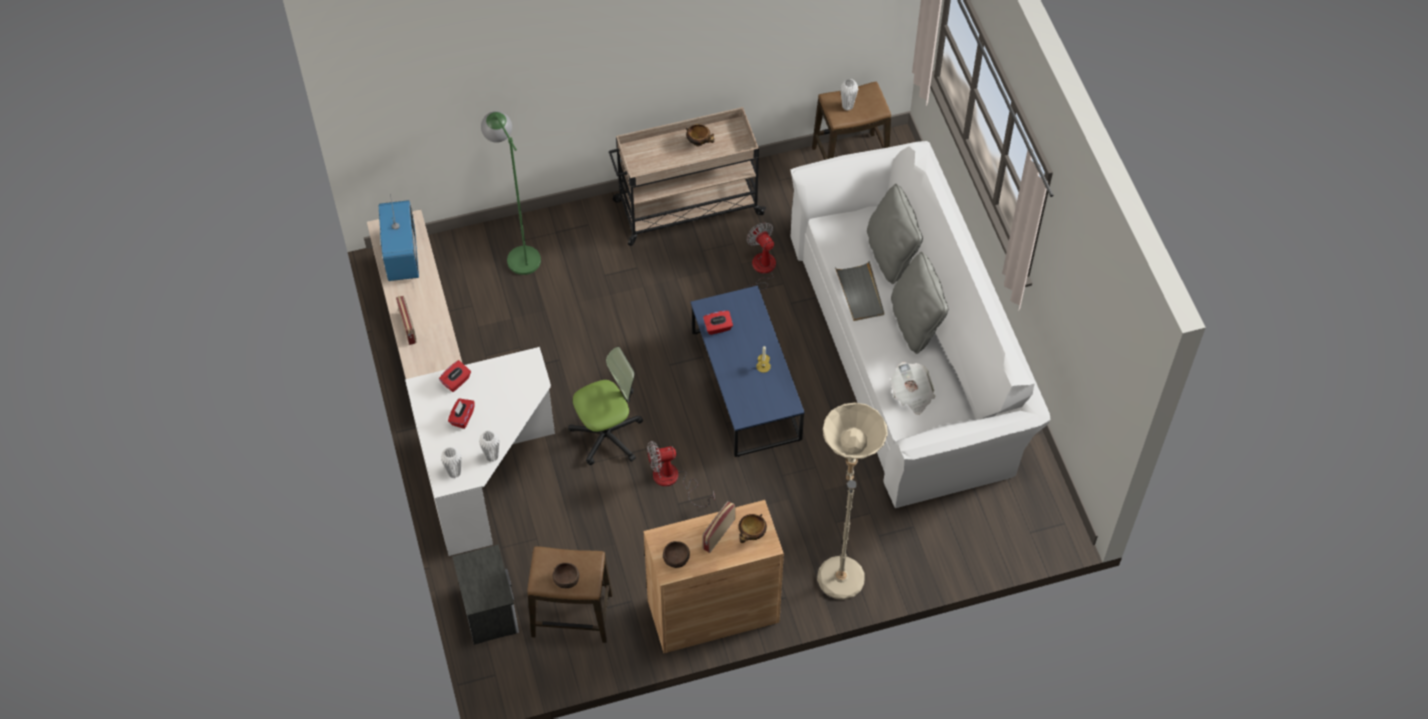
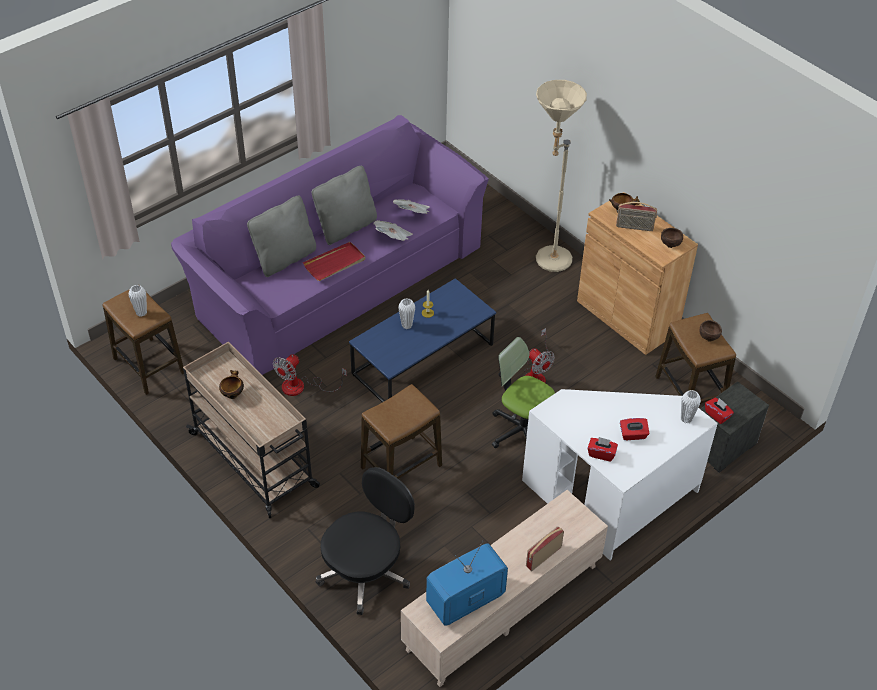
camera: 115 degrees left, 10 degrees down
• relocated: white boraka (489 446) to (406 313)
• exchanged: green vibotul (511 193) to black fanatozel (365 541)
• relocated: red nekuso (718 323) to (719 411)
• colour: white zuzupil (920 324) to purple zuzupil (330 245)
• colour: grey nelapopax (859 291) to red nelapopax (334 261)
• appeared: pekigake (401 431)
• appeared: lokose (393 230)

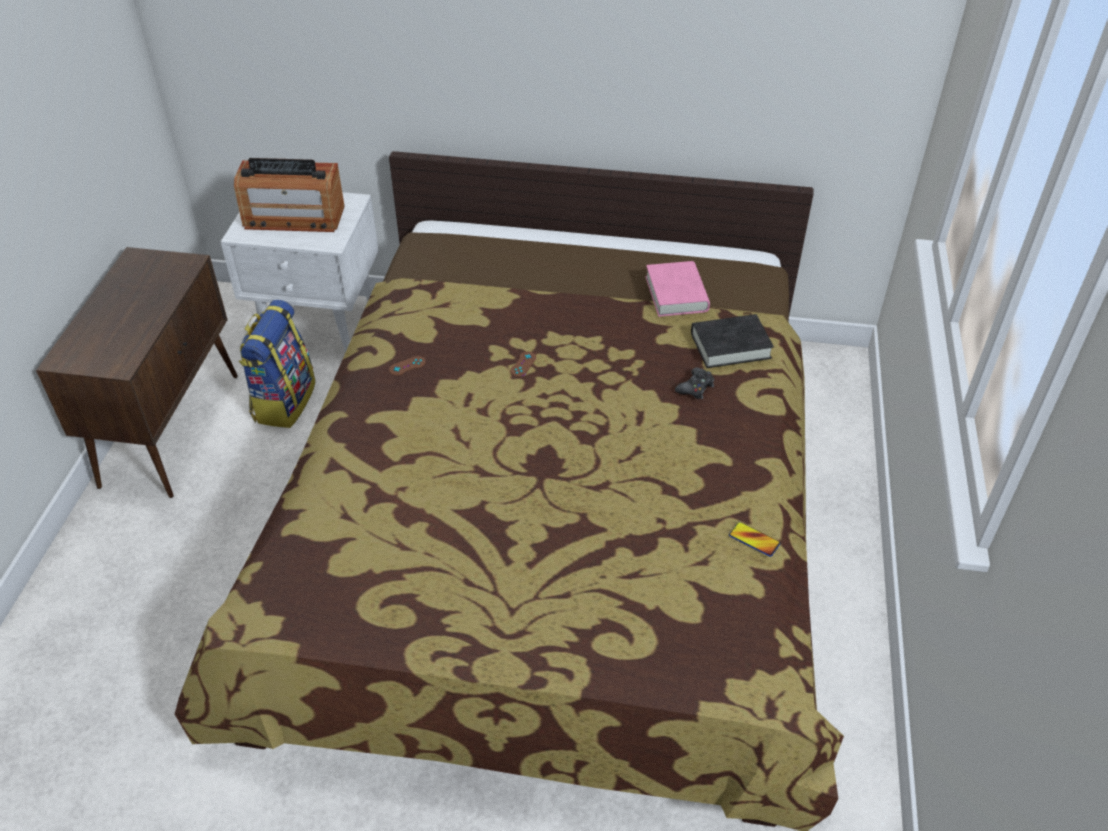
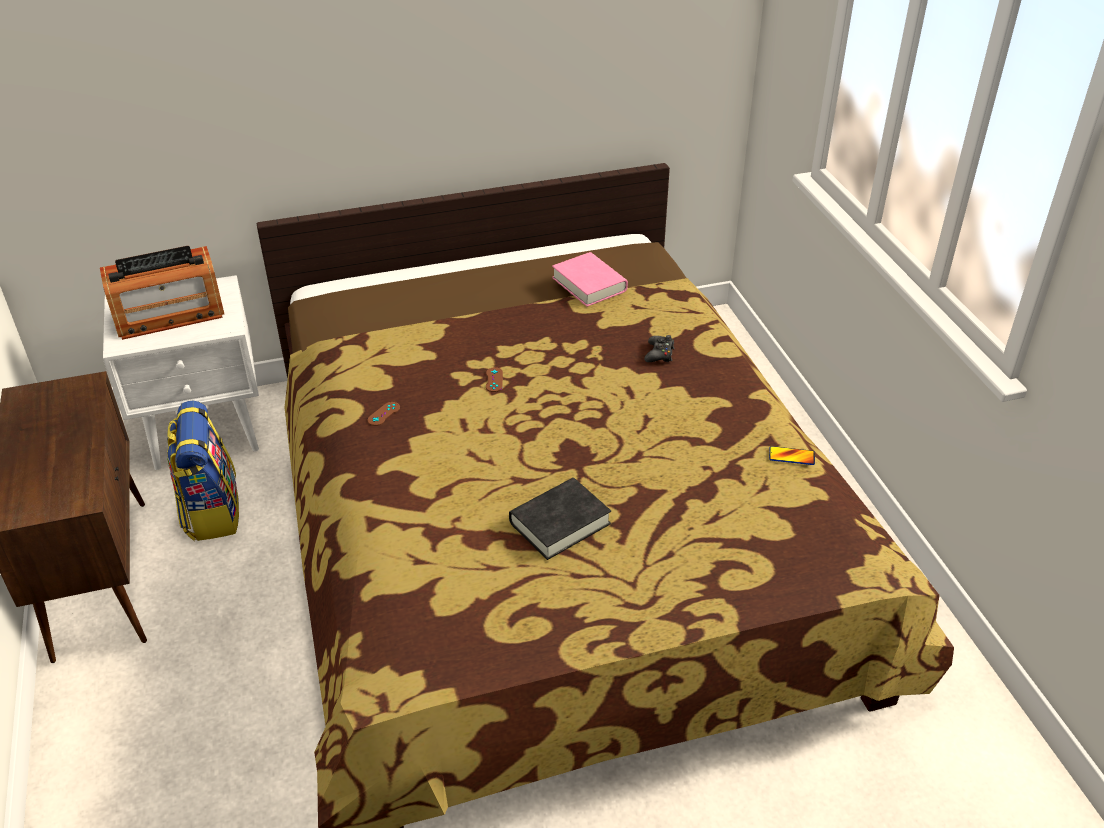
camera: 25 degrees left, 5 degrees down
• relocated: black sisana (732 341) to (560 519)

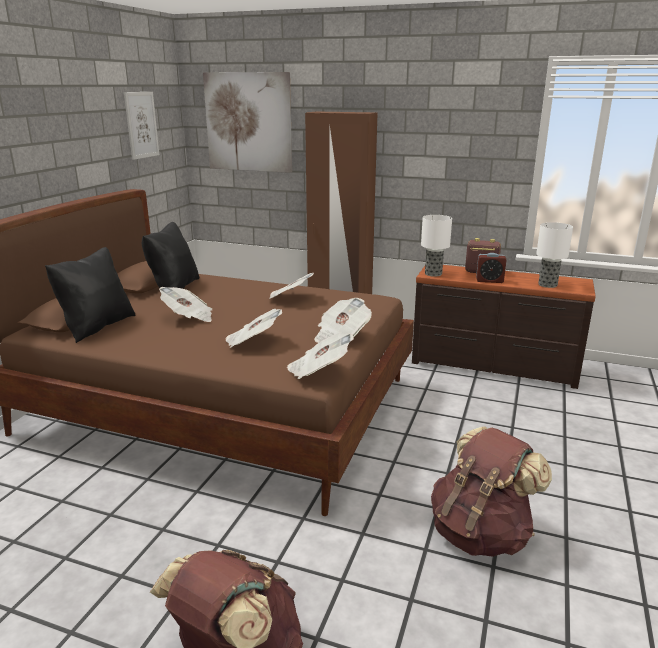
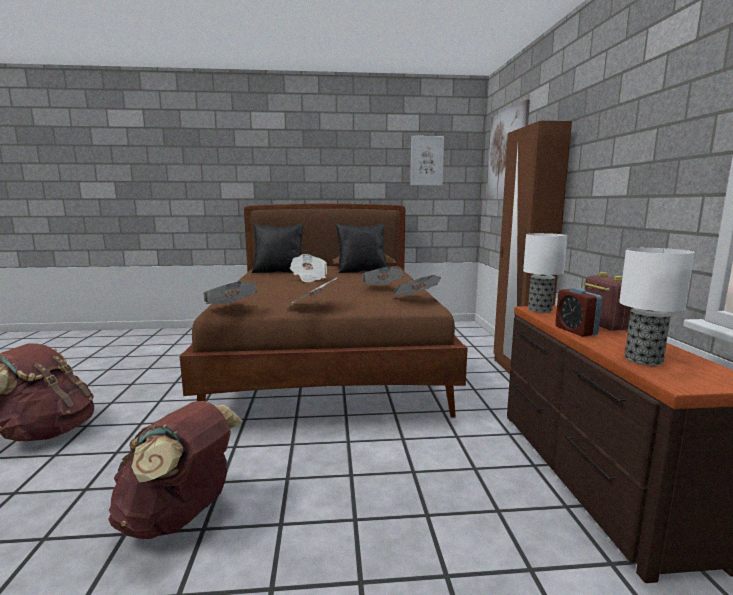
camera: 65 degrees right, 10 degrees down
• relocated: lokose (253 328) to (416 285)

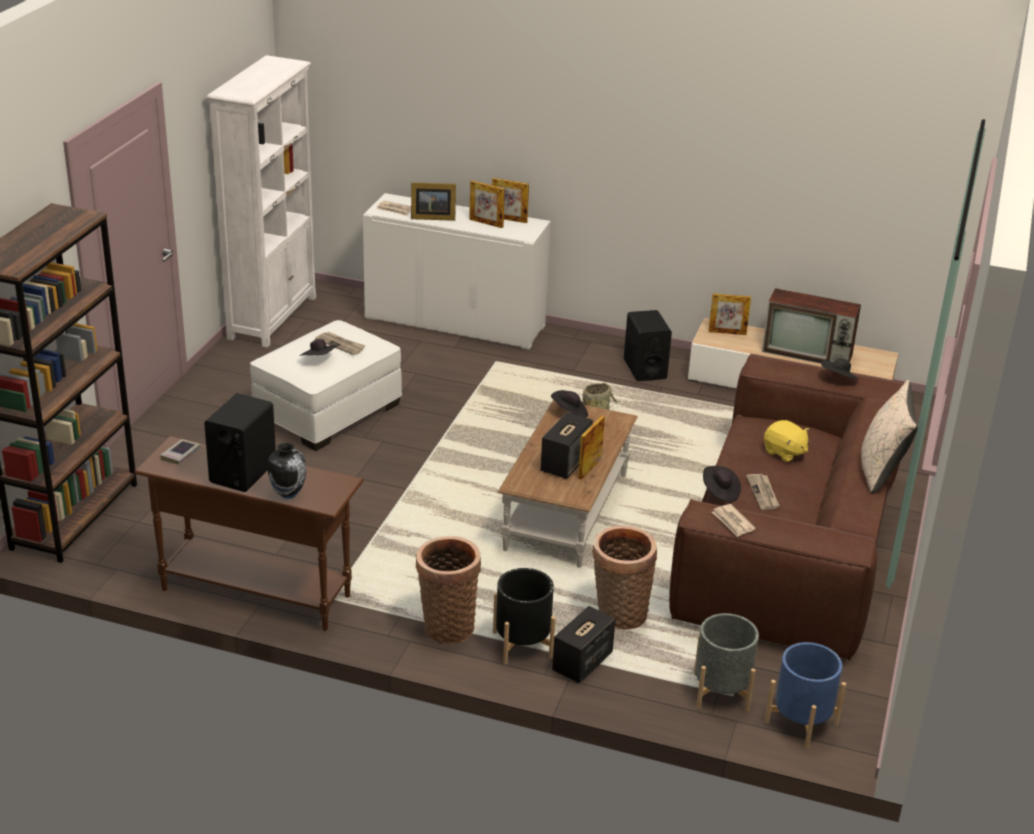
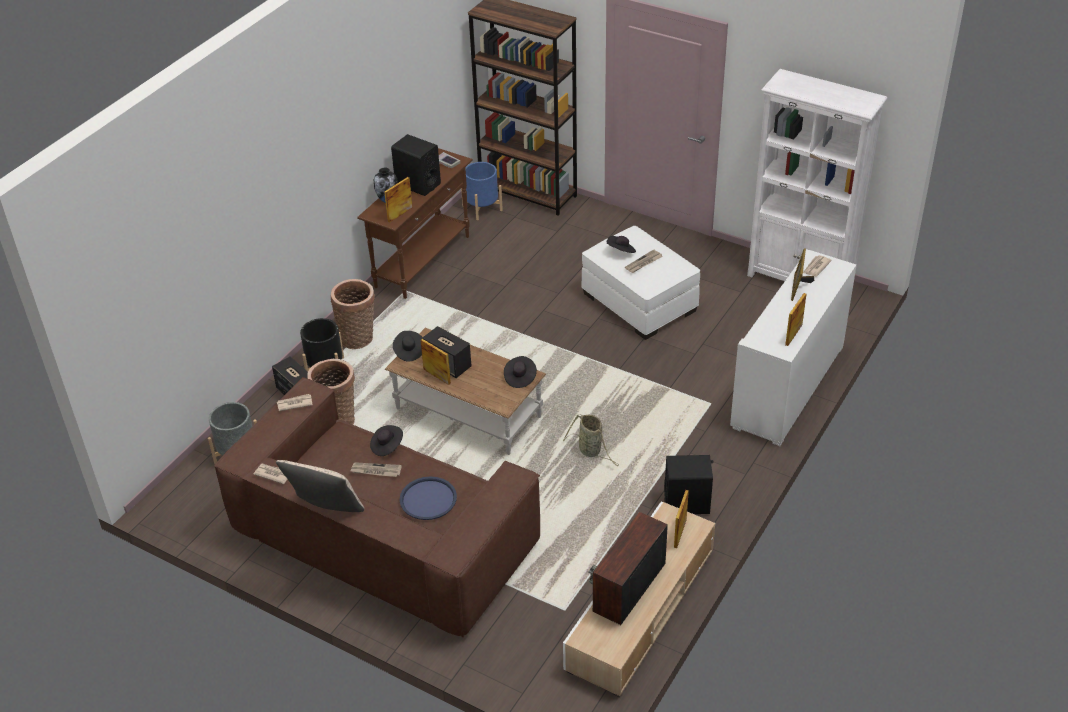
camera: 105 degrees right, 10 degrees up
• relocated: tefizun (487 204) to (398 199)
• exchanged: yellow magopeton (786 441) to blue nelapopax (428 498)
• relocated: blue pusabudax (805 695) to (482 191)
• relocated: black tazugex (840 369) to (408 346)
• appeared: lokose (270 473)

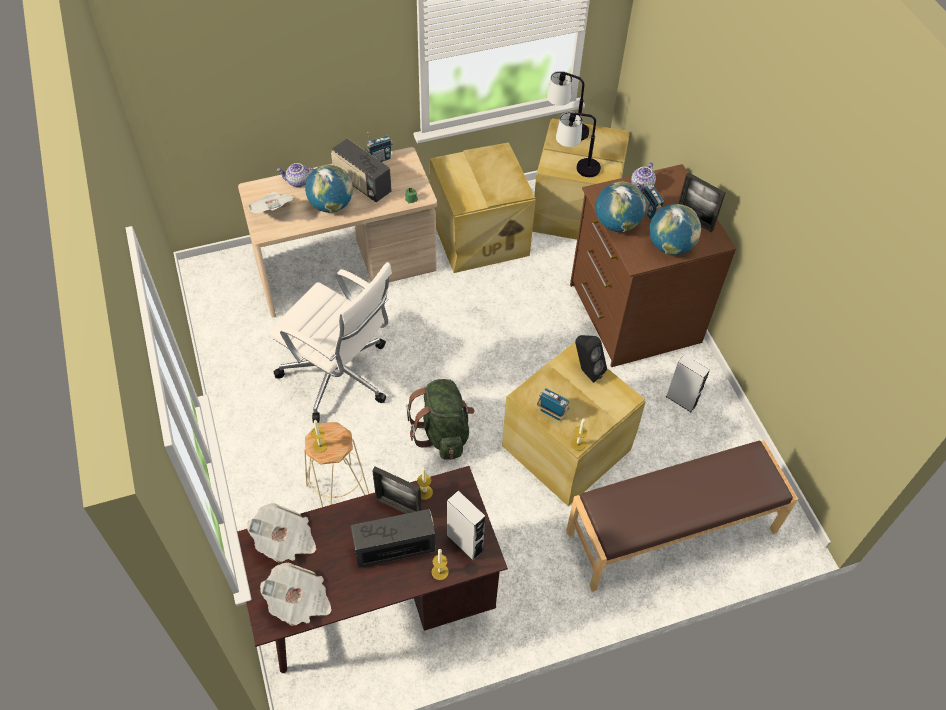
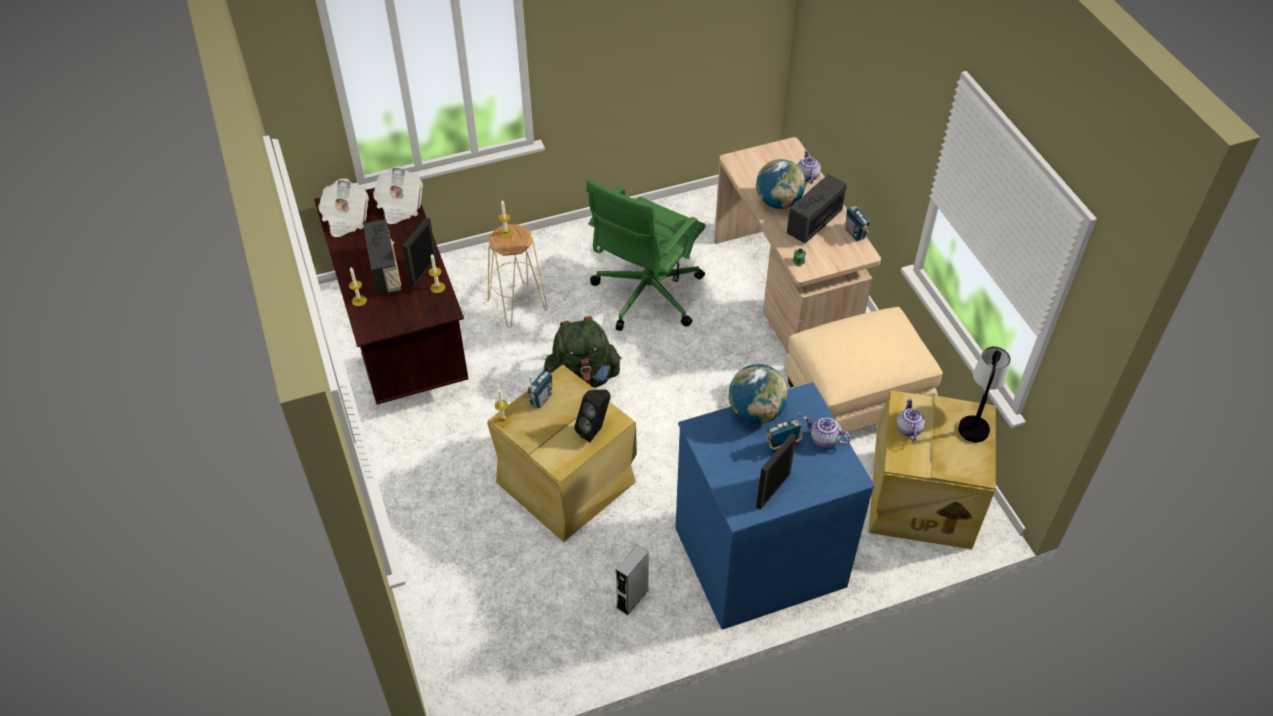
camera: 90 degrees right, 5 degrees down
• missing: lokose (271 202)
• colour: white fanatozel (329 342) to green fanatozel (645 255)
• exchanged: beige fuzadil (482 207) to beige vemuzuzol (863 369)
• missing: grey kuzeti (466 526)
• exchanged: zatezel (578 144) to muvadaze (910 419)
• missing: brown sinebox (682 516)
• colour: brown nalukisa (653 265) to blue nalukisa (775 505)
• missing: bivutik (675 229)

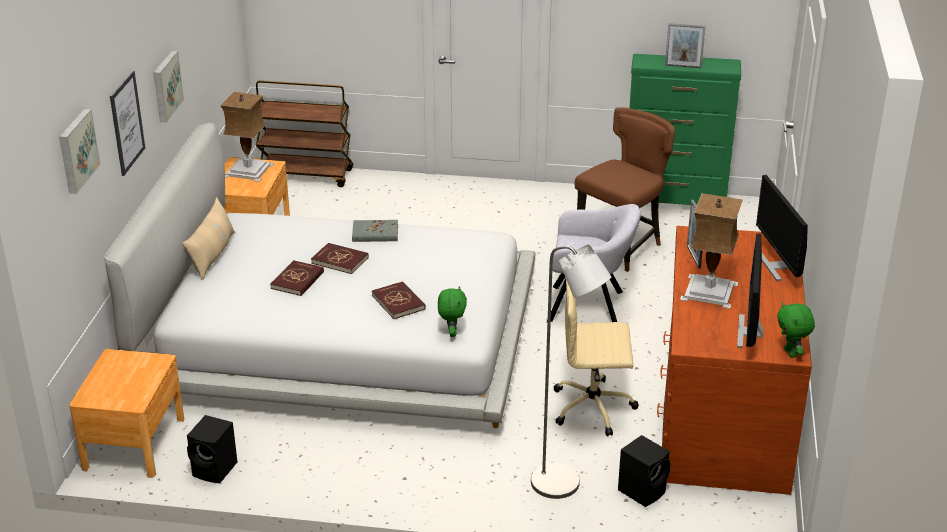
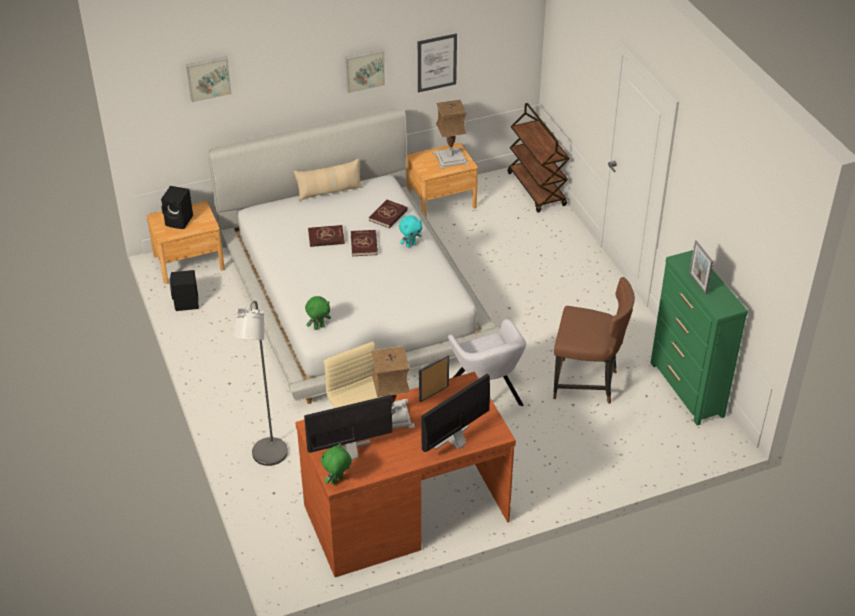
camera: 60 degrees right, 10 degrees up
• relocated: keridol (127 123) to (437 63)
• exchanged: grey sisana (375 231) to turquoise magopeton (410 231)
• relocated: red sisana (399 300) to (388 214)
• relocated: black kuzeti (644 471) to (177 207)

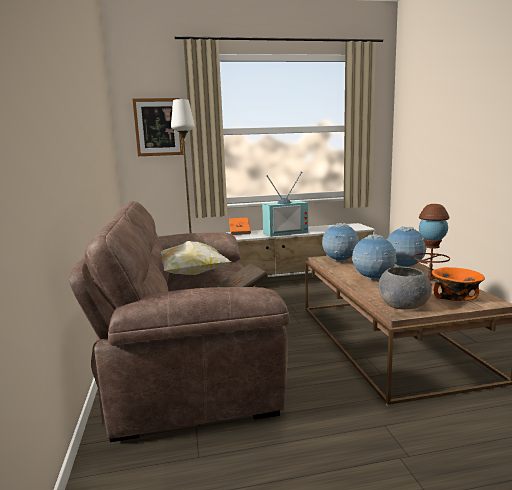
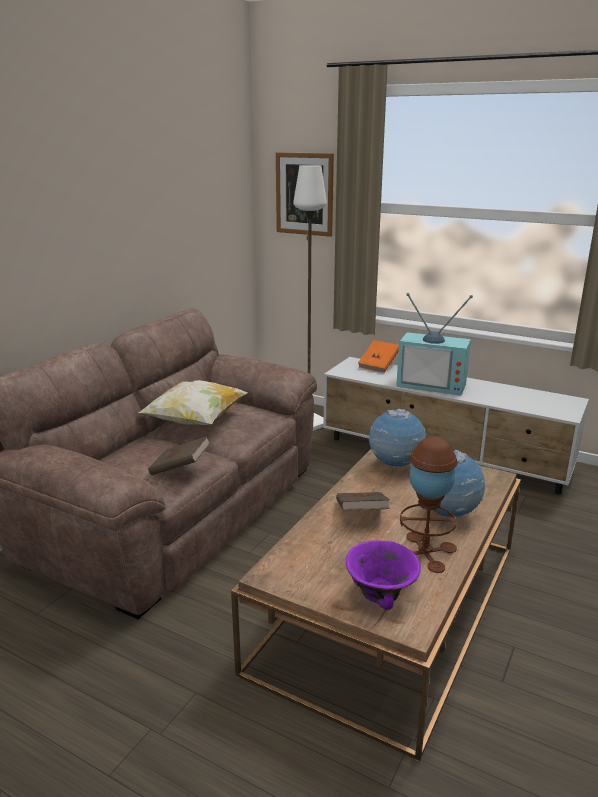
camera: 40 degrees right, 10 degrees up
• exchanged: bivutik (374 258) to brown sisana (363 501)
• missing: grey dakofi (405 288)
• colour: orange dakofi (458 284) to purple dakofi (383 575)

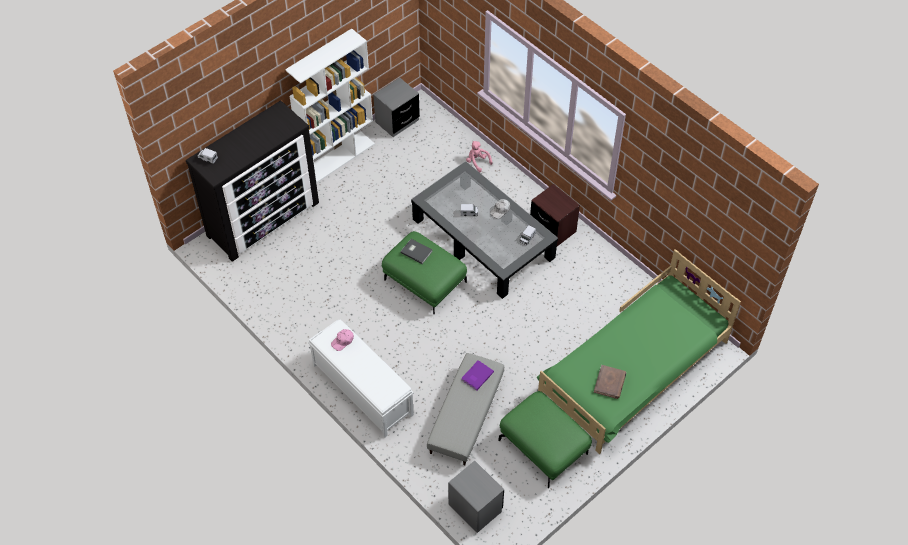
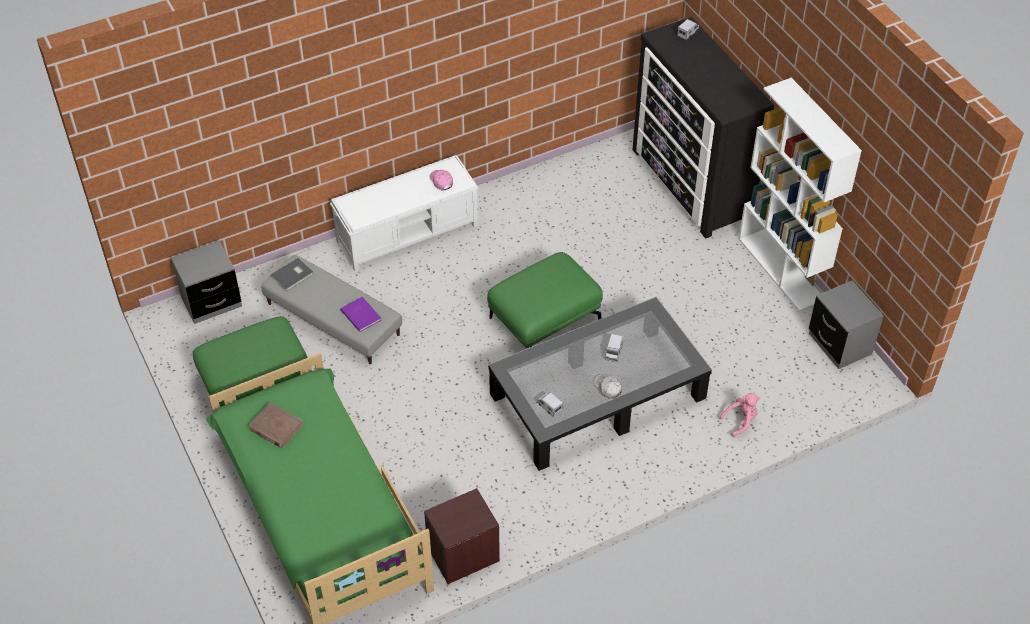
camera: 105 degrees right, 5 degrees down
• relocated: grey sisana (416 251) to (291 274)
• relocated: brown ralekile (555 215) to (462 536)

